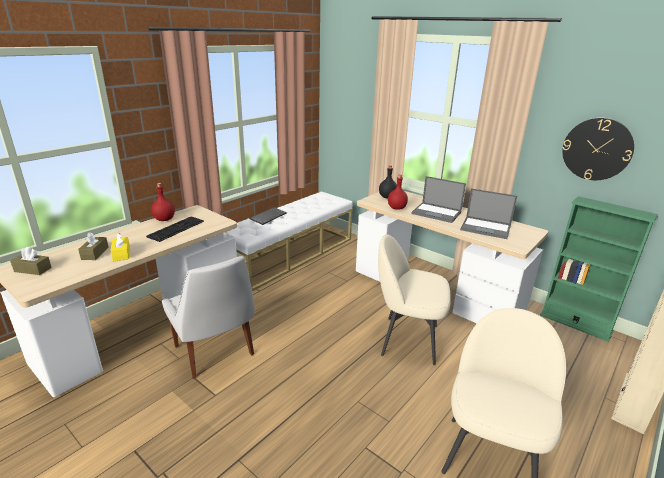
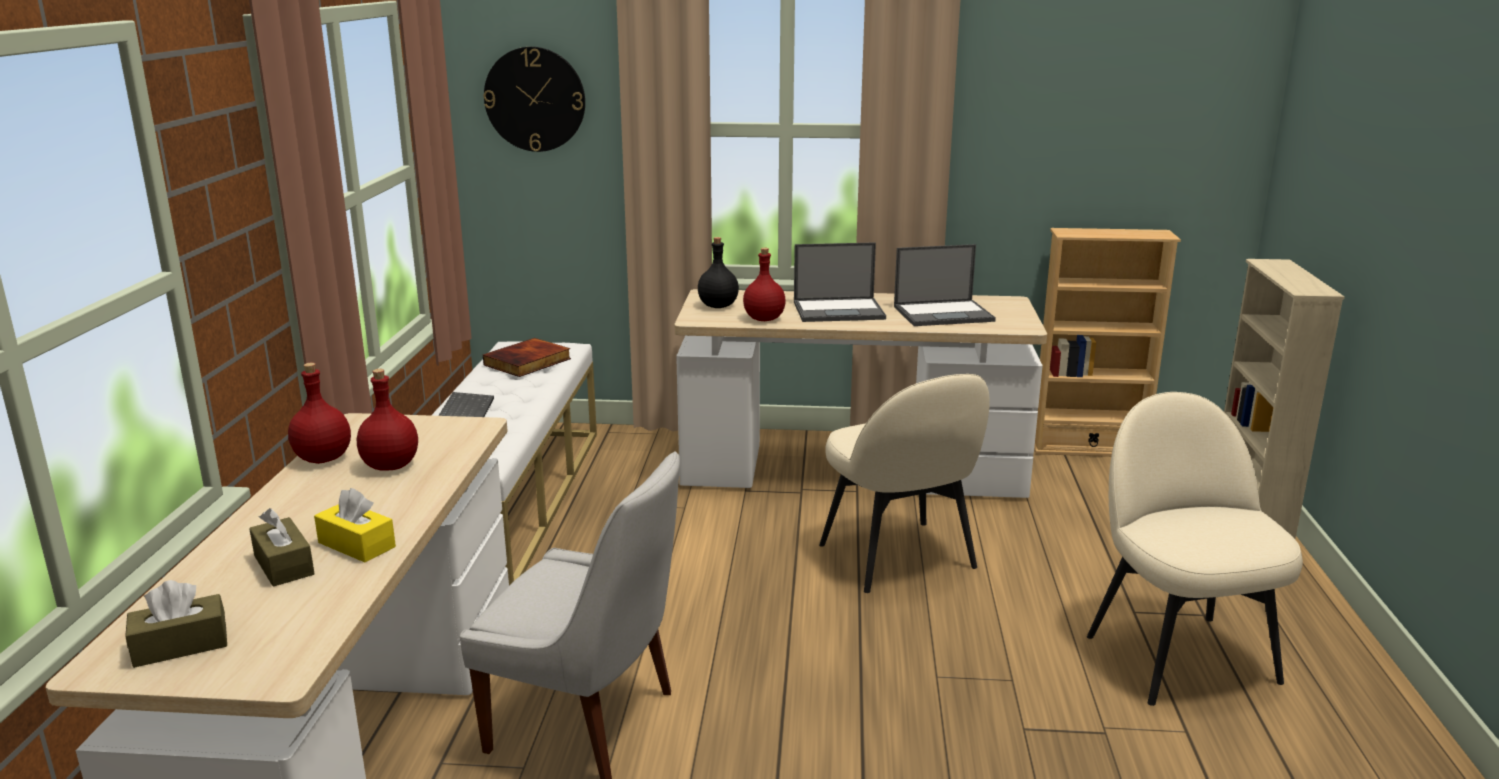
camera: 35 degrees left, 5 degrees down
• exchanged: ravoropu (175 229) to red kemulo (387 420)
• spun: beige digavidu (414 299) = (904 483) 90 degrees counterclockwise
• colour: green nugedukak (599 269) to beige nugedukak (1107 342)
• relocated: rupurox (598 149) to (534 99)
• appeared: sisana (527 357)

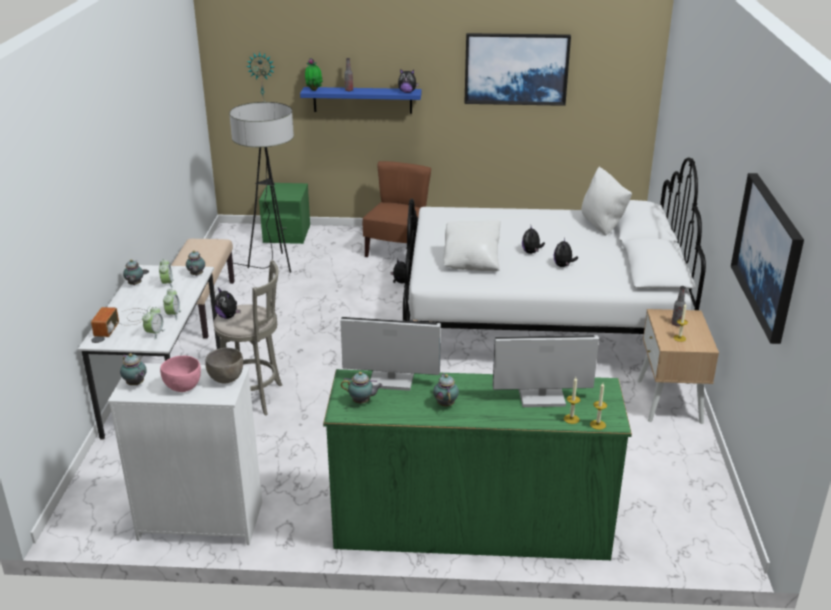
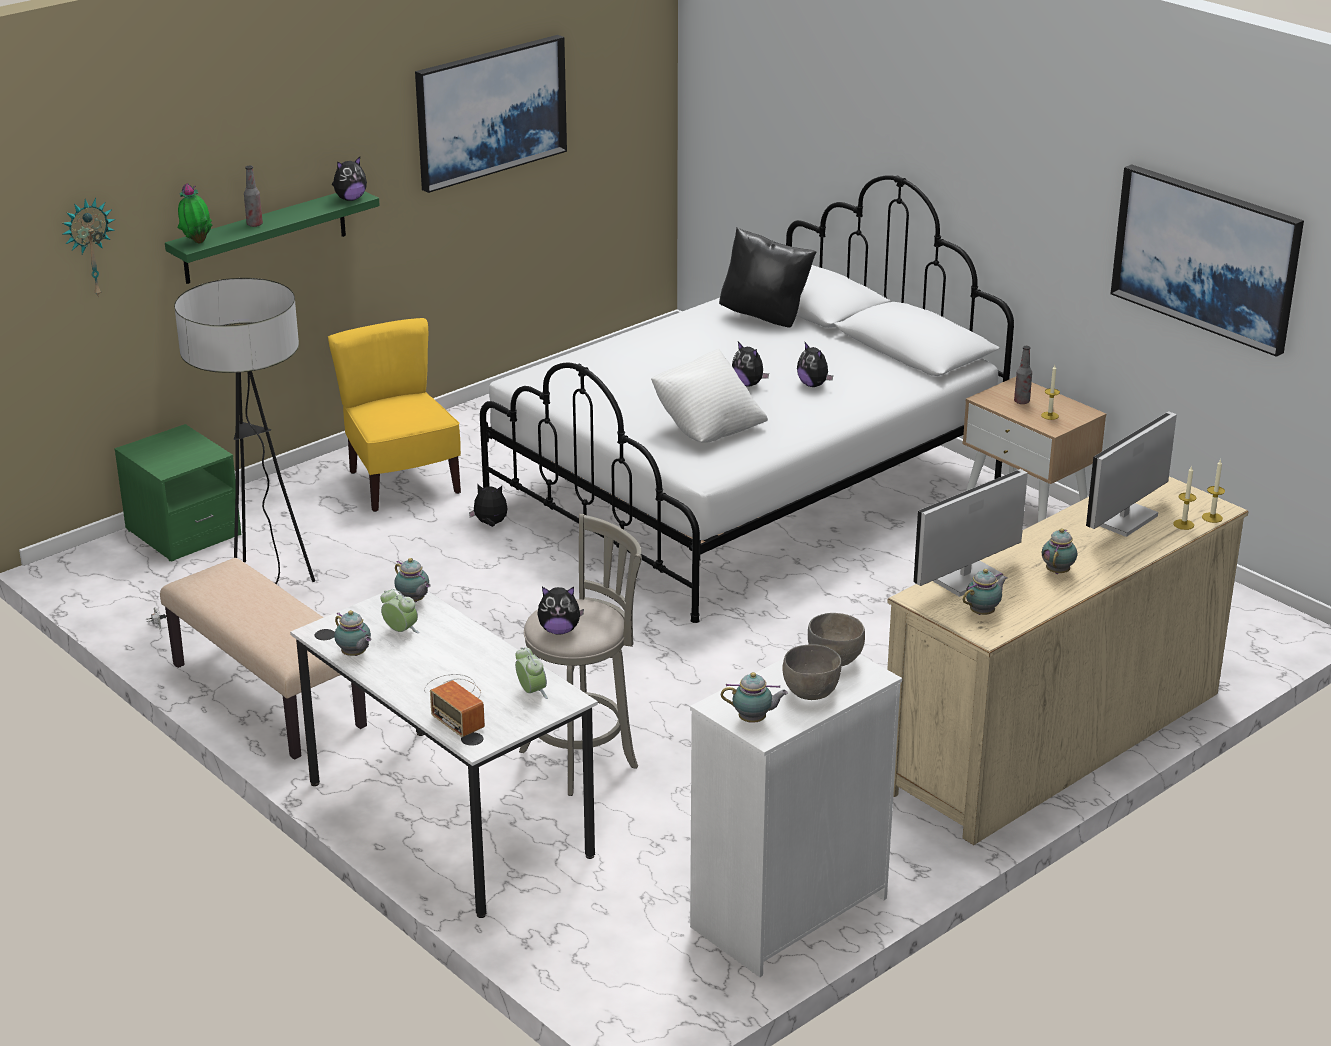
camera: 45 degrees left, 0 degrees up
• colour: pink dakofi (180 374) to grey dakofi (812 672)
• missing: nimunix (172 304)
• colour: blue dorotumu (361 100) to green dorotumu (272 237)
• colour: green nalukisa (477 464) to beige nalukisa (1068 660)
• colour: brown digavidu (396 209) to yellow digavidu (394 415)
• spun: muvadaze (446 390) = (1059 551) 75 degrees clockwise
• colour: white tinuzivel (606 201) to black tinuzivel (767 278)

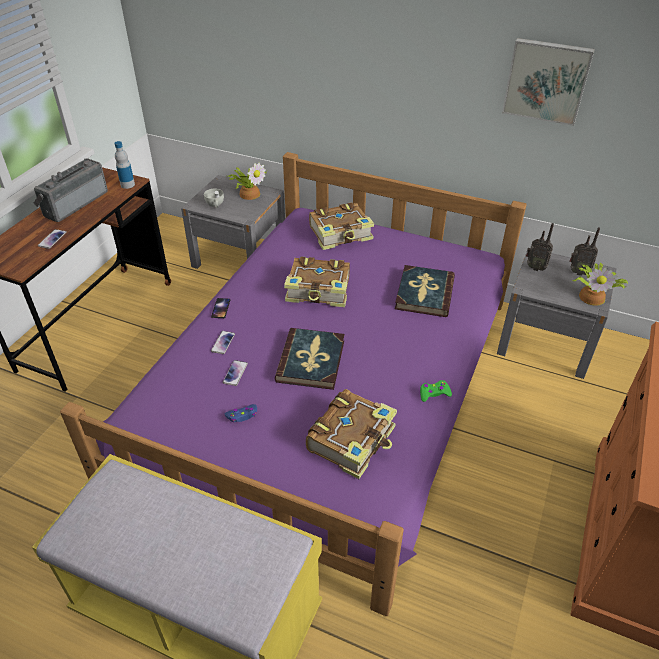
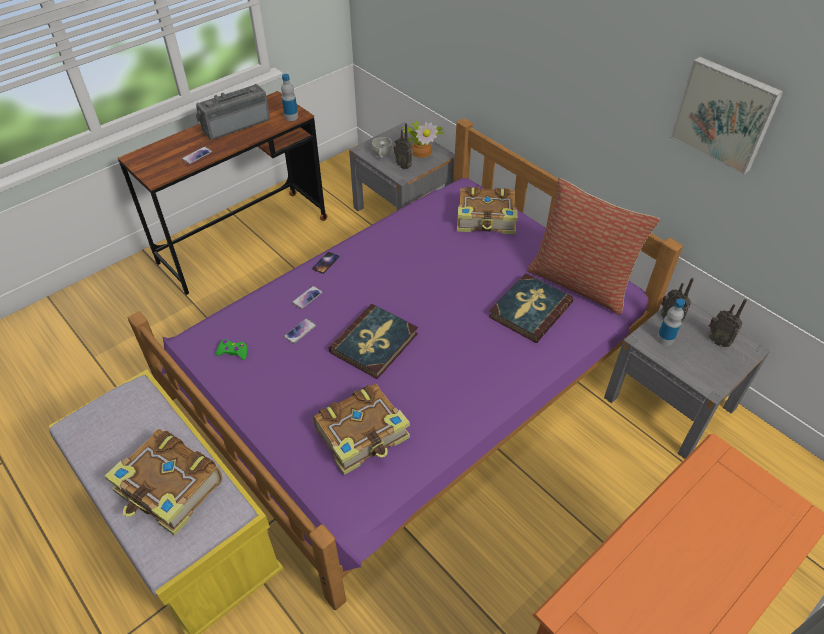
camera: 25 degrees right, 5 degrees up
• missing: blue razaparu (241 413)
• relocated: sisana (317 281) to (163 482)
• relocated: green razaparu (436 391) to (231 349)
• missing: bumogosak (600 284)
• appeared: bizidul (403 146)
• appeared: tinuzivel (593 246)
• appeared: kemulo (671 322)

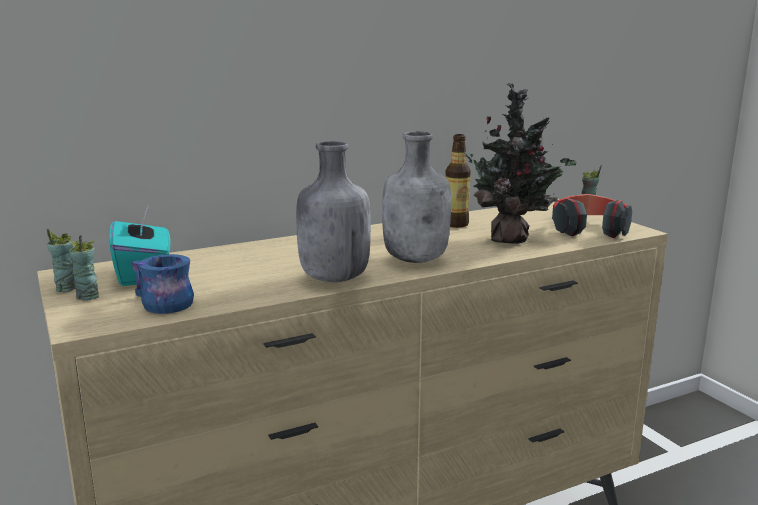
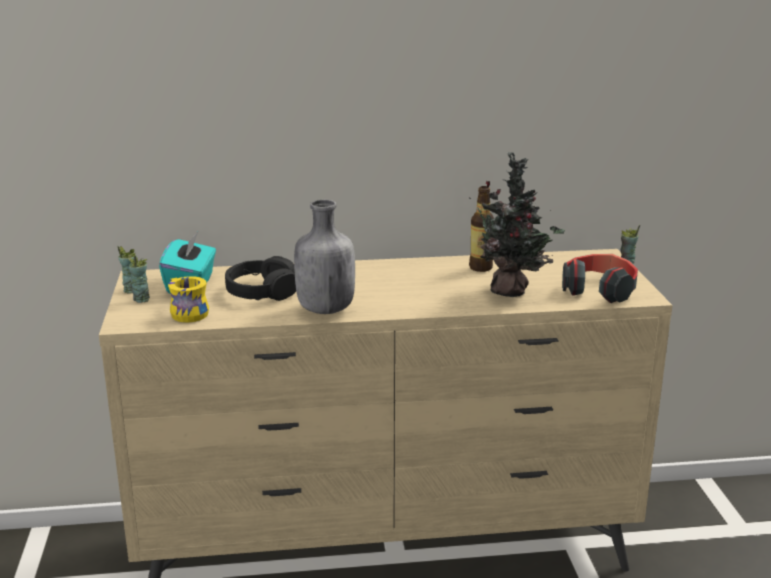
camera: 20 degrees right, 5 degrees up
• colour: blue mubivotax (162 284) to yellow mubivotax (188 299)
• missing: grey kemulo (416 197)
• appeared: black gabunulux (260 278)

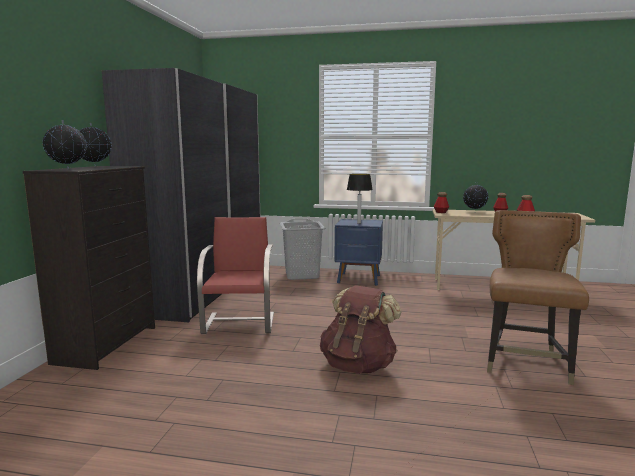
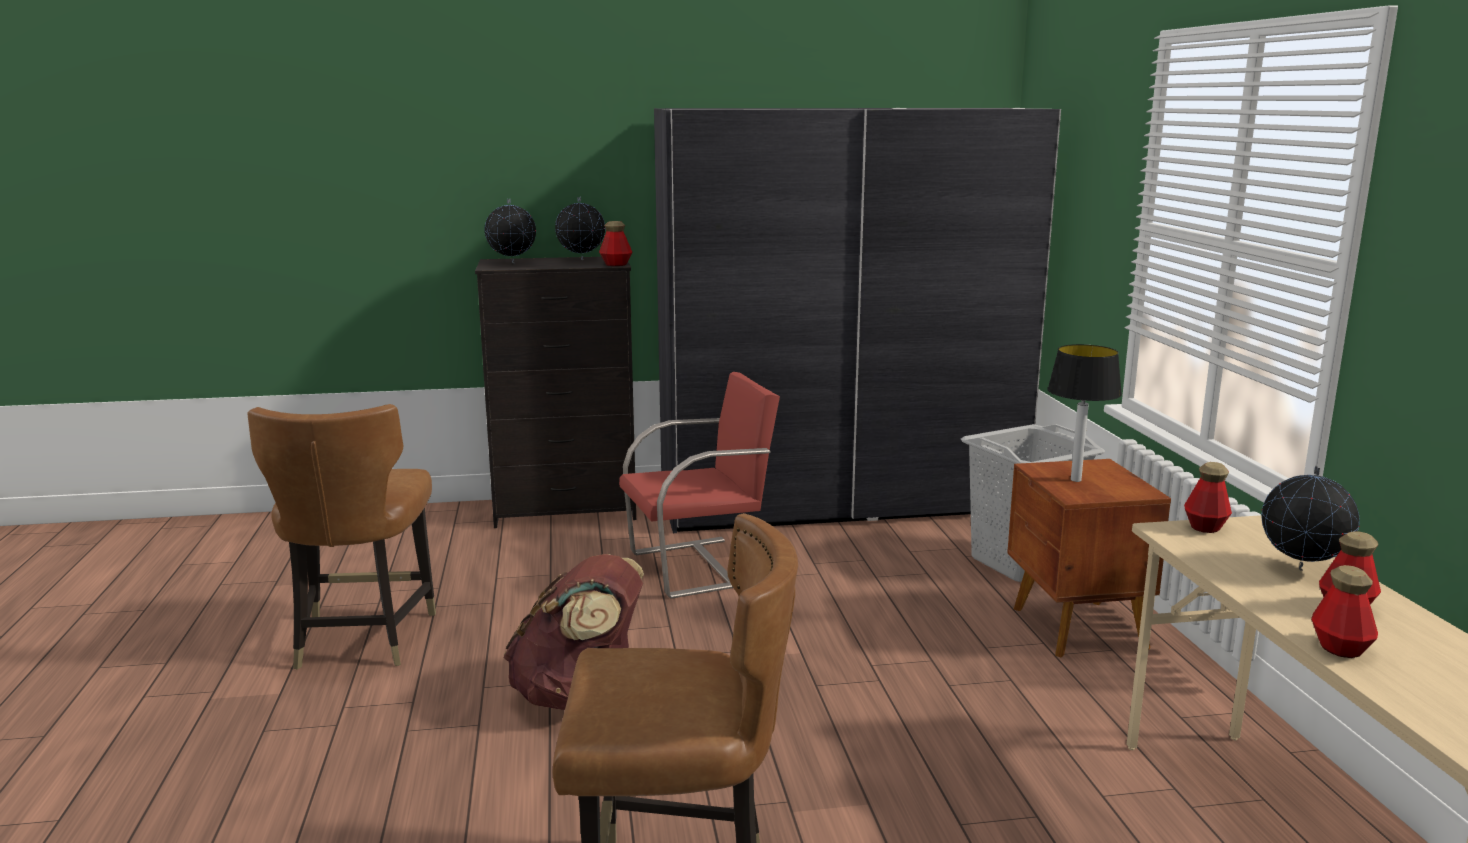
camera: 70 degrees right, 5 degrees up
• colour: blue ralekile (359 252) to brown ralekile (1089 558)
• appeared: brown digavidu (341 537)
• appeared: kemulo (616 243)

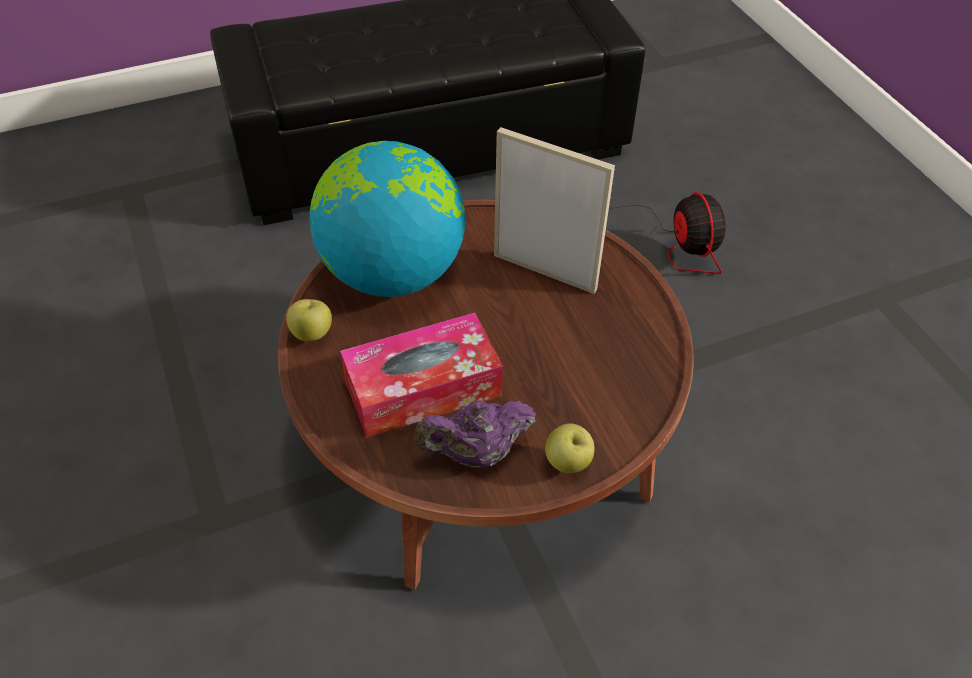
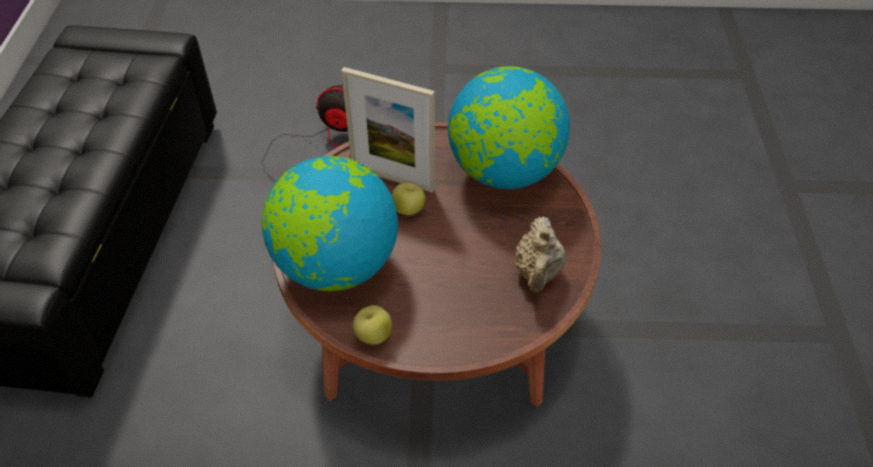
camera: 65 degrees left, 0 degrees up
• missing: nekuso (421 375)
• colour: purple muvadaze (475 434) to beige muvadaze (540 254)
• spun: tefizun (554 210) = (388 130) 120 degrees counterclockwise
• relocated: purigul (570 448) to (409 198)
• appeared: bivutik (509 127)

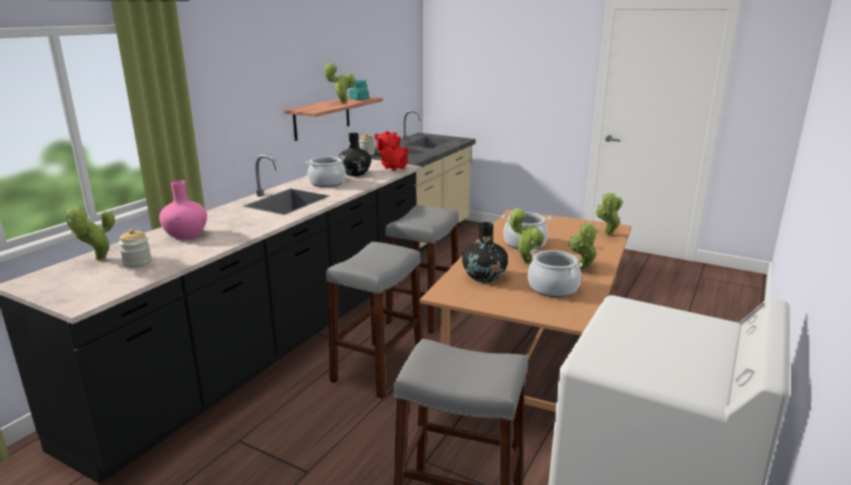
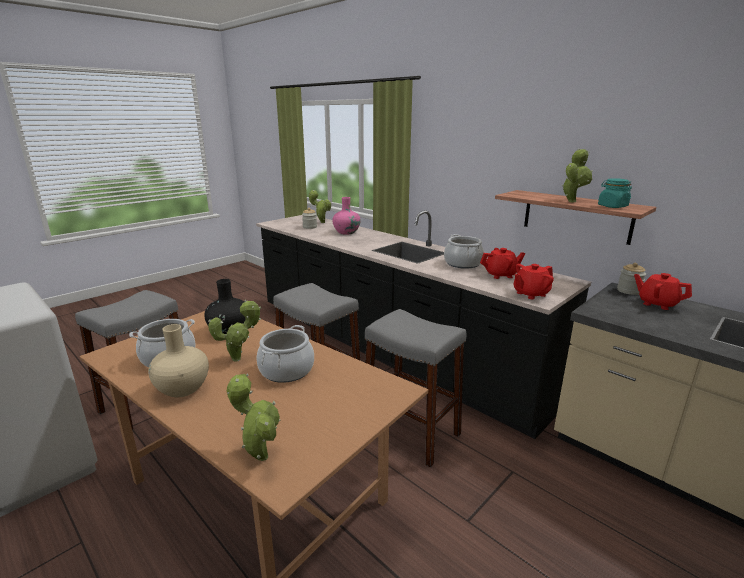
camera: 105 degrees right, 0 degrees up
• exchanged: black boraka (355 154) to red muvadaze (502 263)
• exchanged: bumogosak (583 246) to beige boraka (178 360)

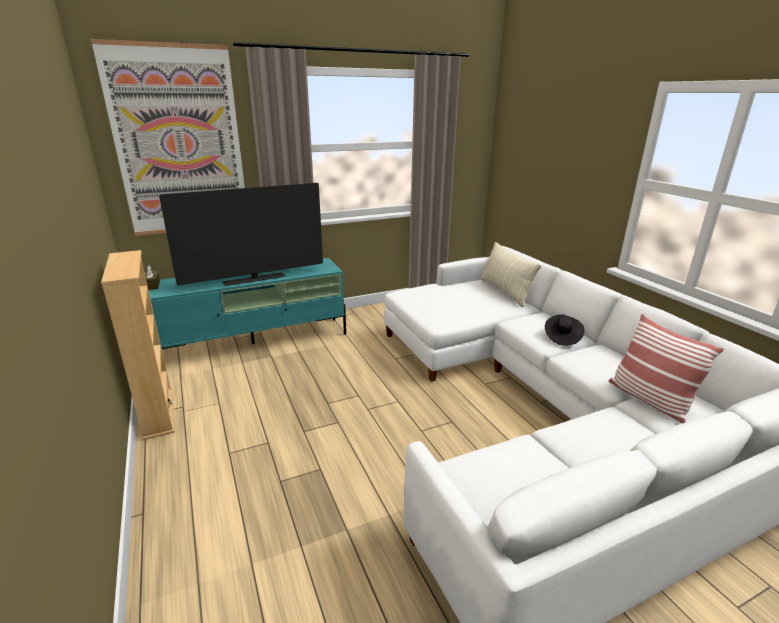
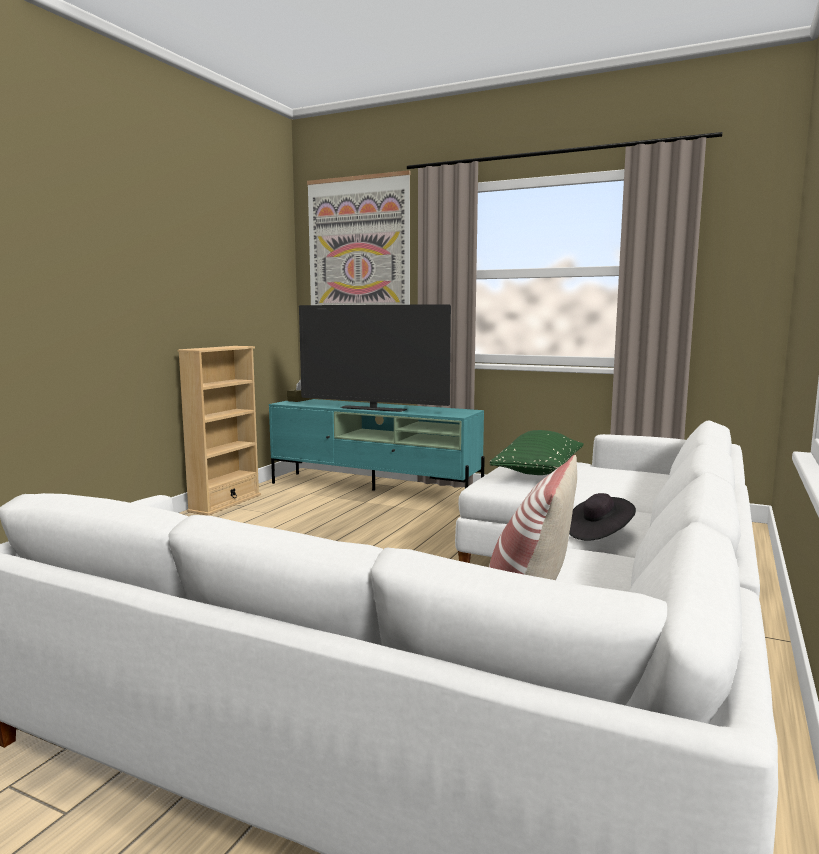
camera: 50 degrees right, 15 degrees down
• missing: beige tinuzivel (510 274)
• appeared: green tinuzivel (537 452)

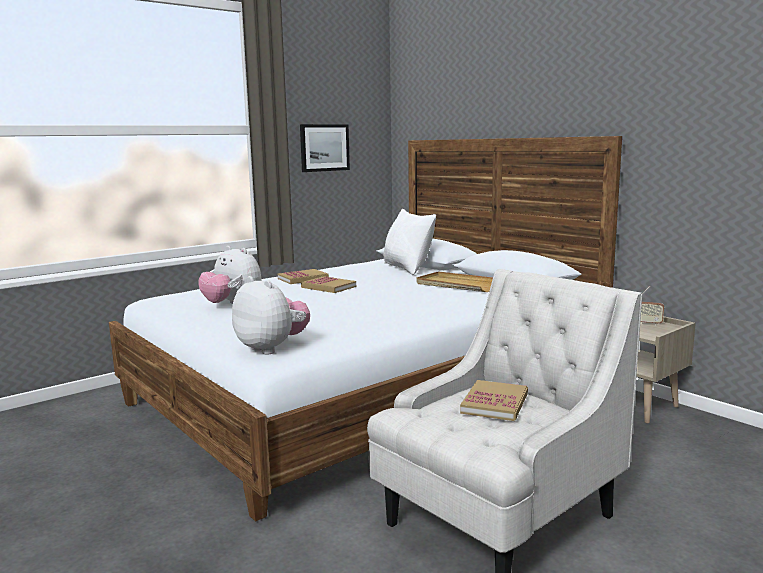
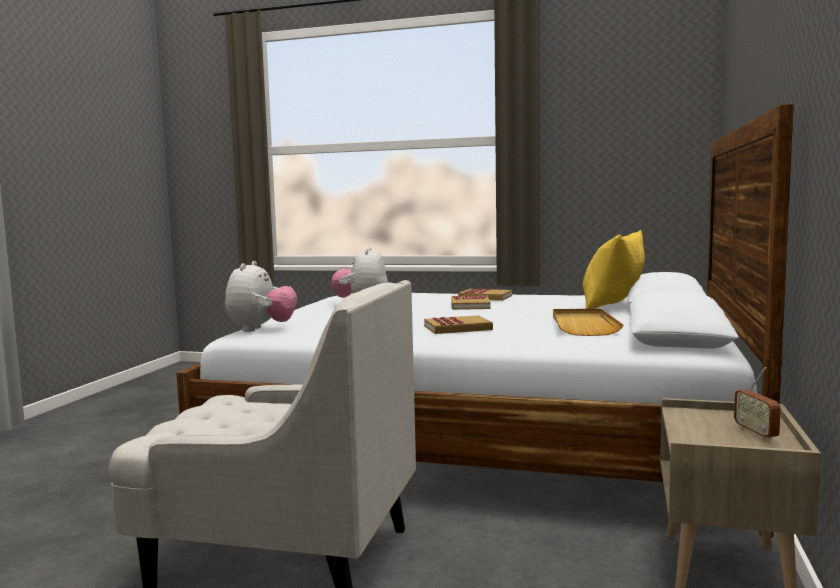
camera: 55 degrees right, 5 degrees down
• missing: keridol (325 148)
• colour: white tinuzivel (410 242) to yellow tinuzivel (614 269)
• relocated: sisana (494 400) to (458 324)

